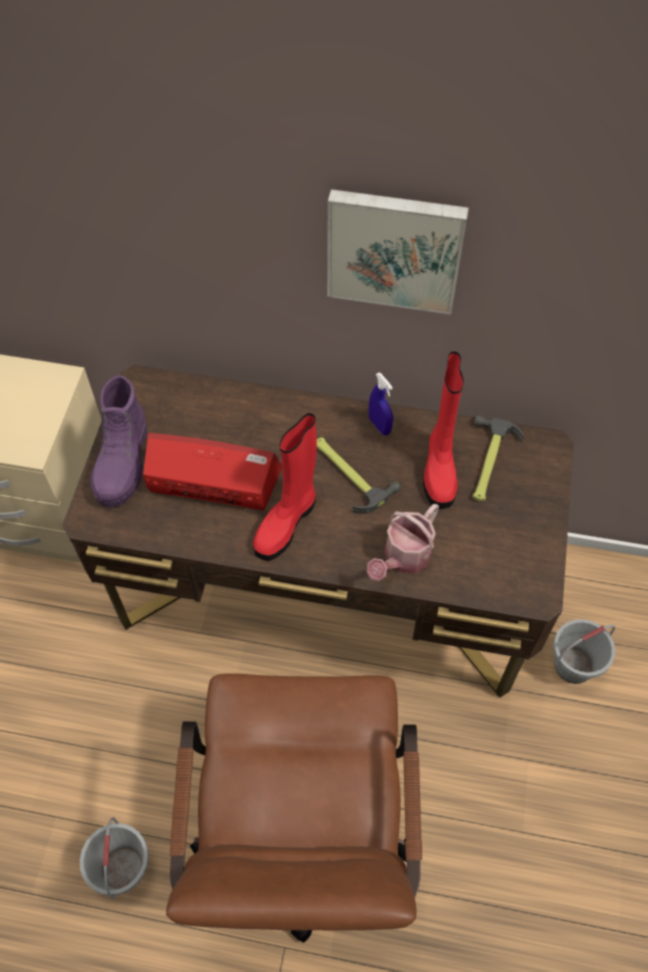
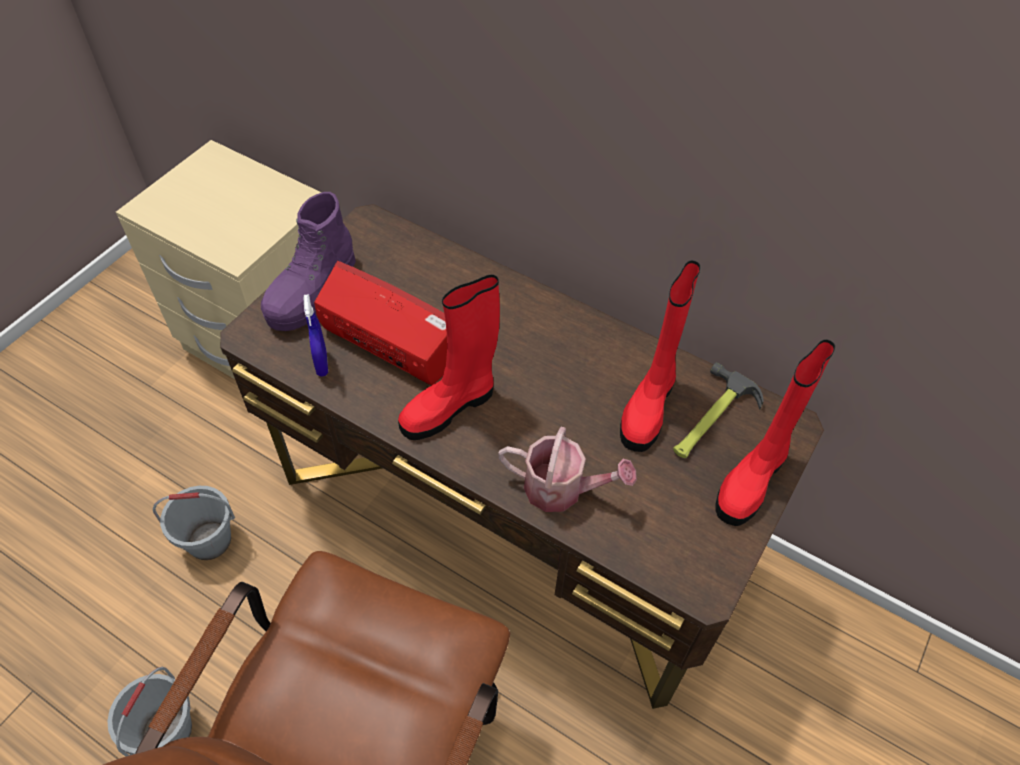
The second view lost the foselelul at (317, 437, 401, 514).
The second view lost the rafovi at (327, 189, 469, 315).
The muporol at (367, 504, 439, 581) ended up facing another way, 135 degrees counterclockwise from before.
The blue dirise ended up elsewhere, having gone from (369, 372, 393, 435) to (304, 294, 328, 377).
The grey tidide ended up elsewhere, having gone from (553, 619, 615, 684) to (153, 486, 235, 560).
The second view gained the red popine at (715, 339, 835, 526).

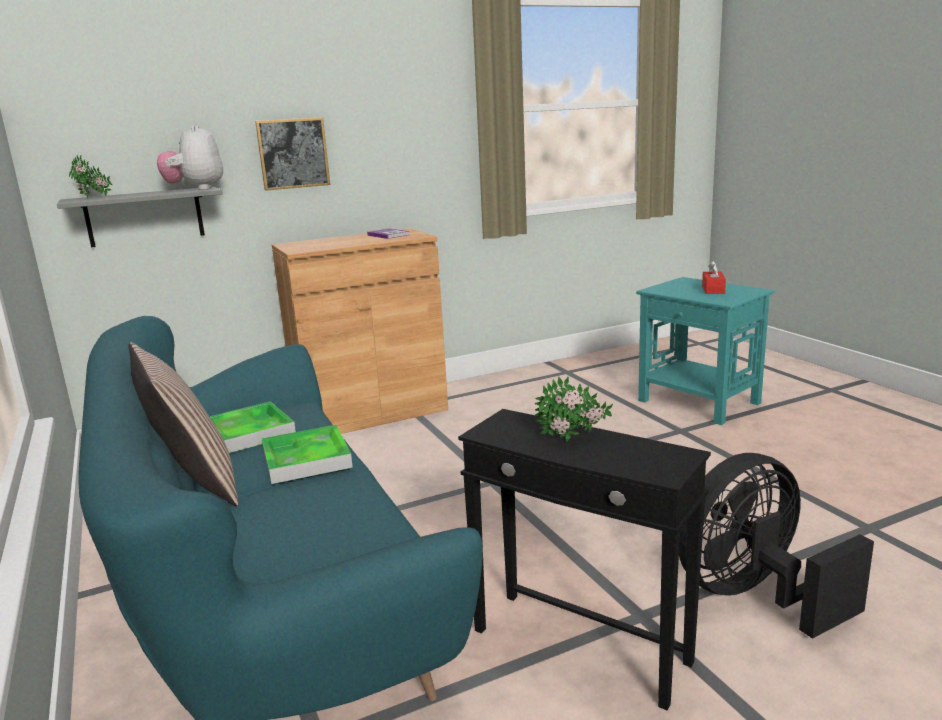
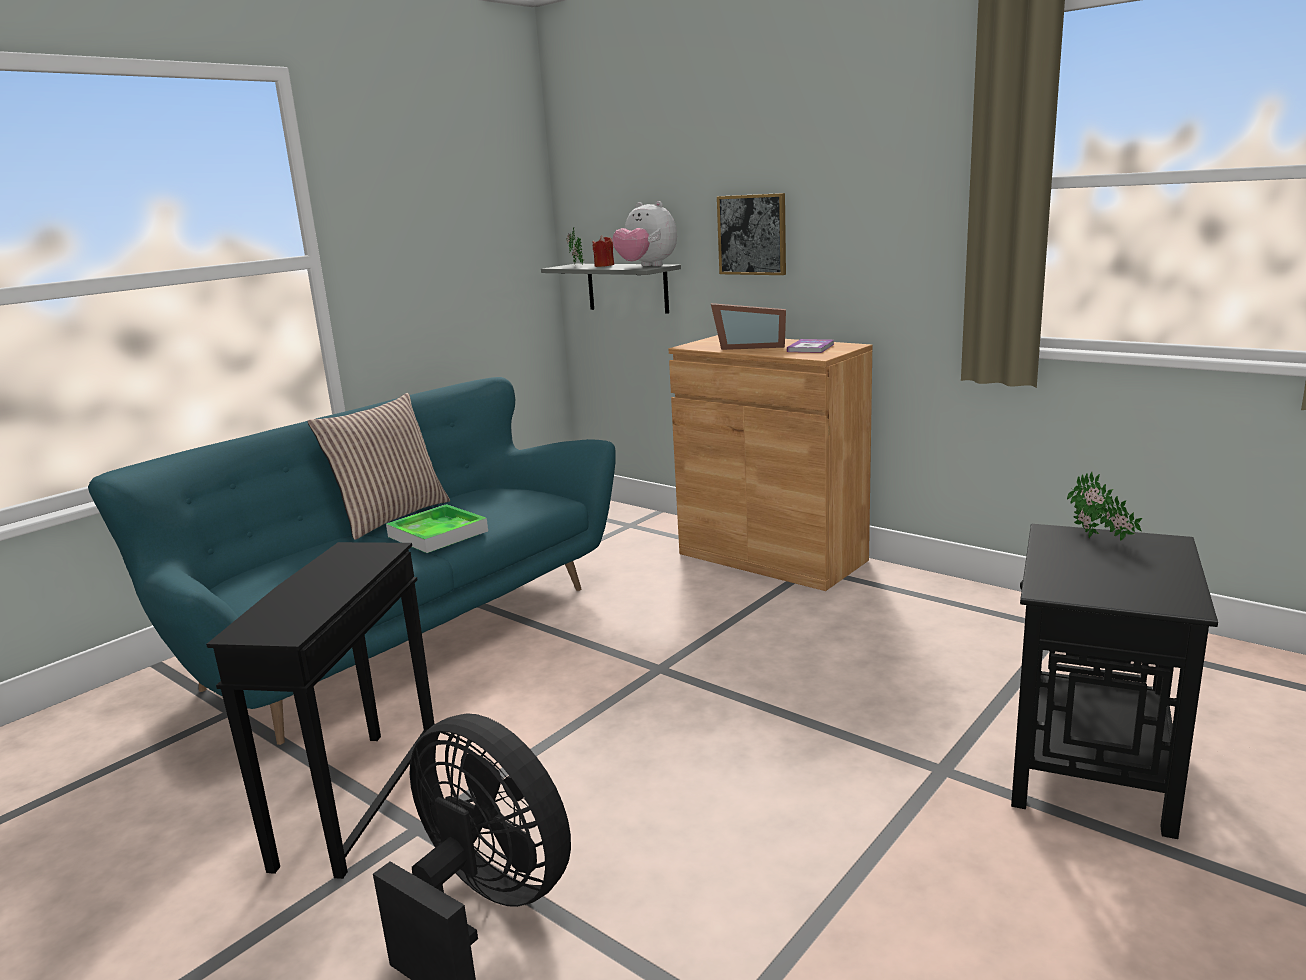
The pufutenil at (157, 125, 223, 190) ended up facing another way, 105 degrees counterclockwise from before.
The second view lost the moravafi at (210, 401, 296, 453).
The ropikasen ended up elsewhere, having gone from (535, 376, 613, 442) to (1067, 471, 1142, 540).
What was the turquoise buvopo at (636, 277, 775, 425) turned into the black buvopo at (1011, 524, 1218, 839).
The second view lost the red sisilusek at (702, 261, 726, 294).
The second view gained the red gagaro at (592, 235, 614, 267).
The second view gained the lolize at (711, 303, 786, 350).

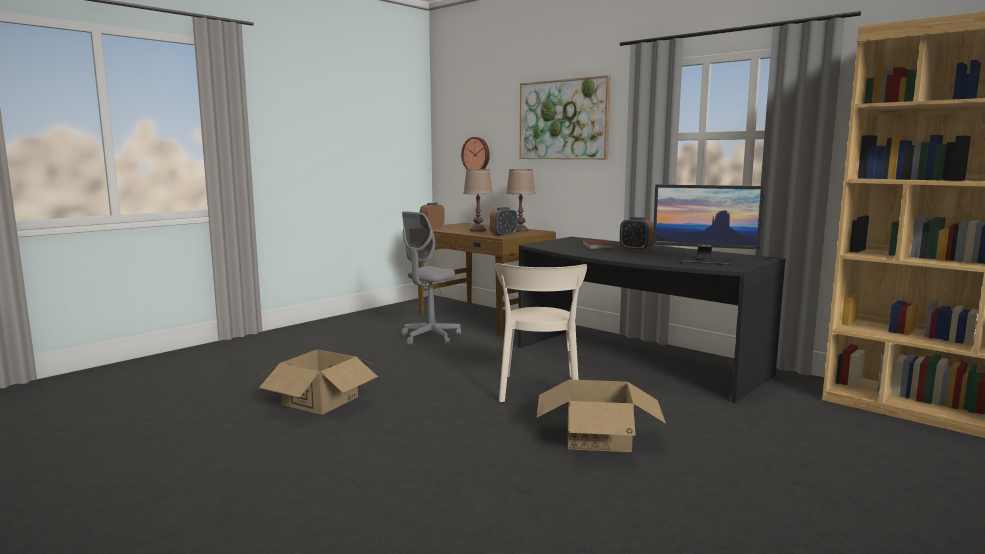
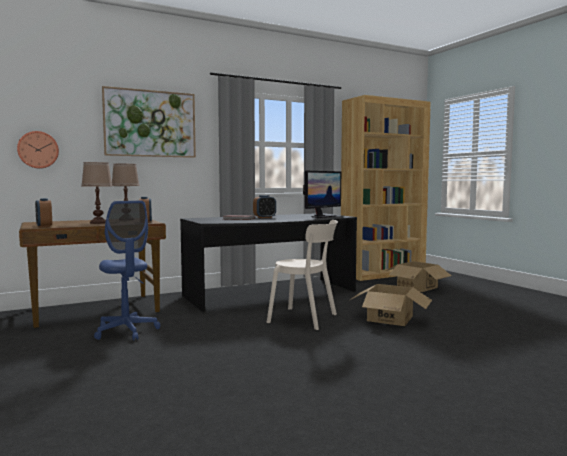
The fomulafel ended up elsewhere, having gone from (259, 350, 378, 415) to (386, 261, 452, 292).
What was the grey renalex at (401, 211, 461, 345) turned into the blue renalex at (94, 201, 160, 341).

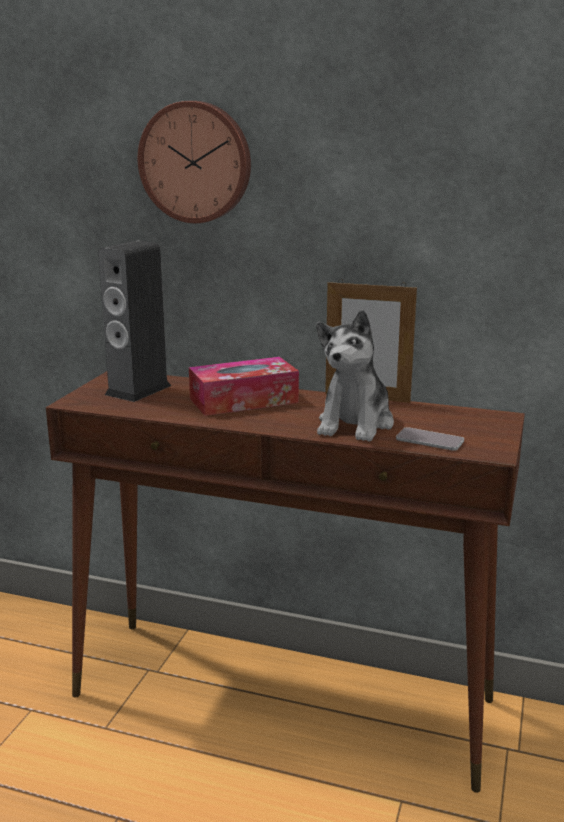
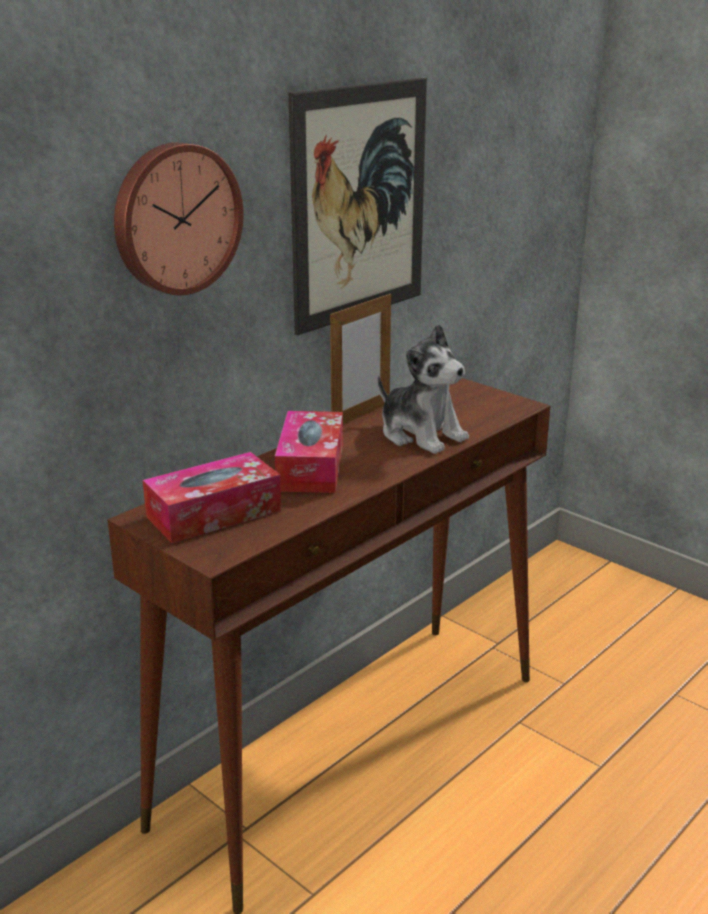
Where the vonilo stood at (98, 241, 171, 402), the sisilusek came to stand at (143, 452, 281, 543).
The second view lost the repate at (396, 427, 464, 451).
The second view gained the rafovi at (288, 78, 427, 335).

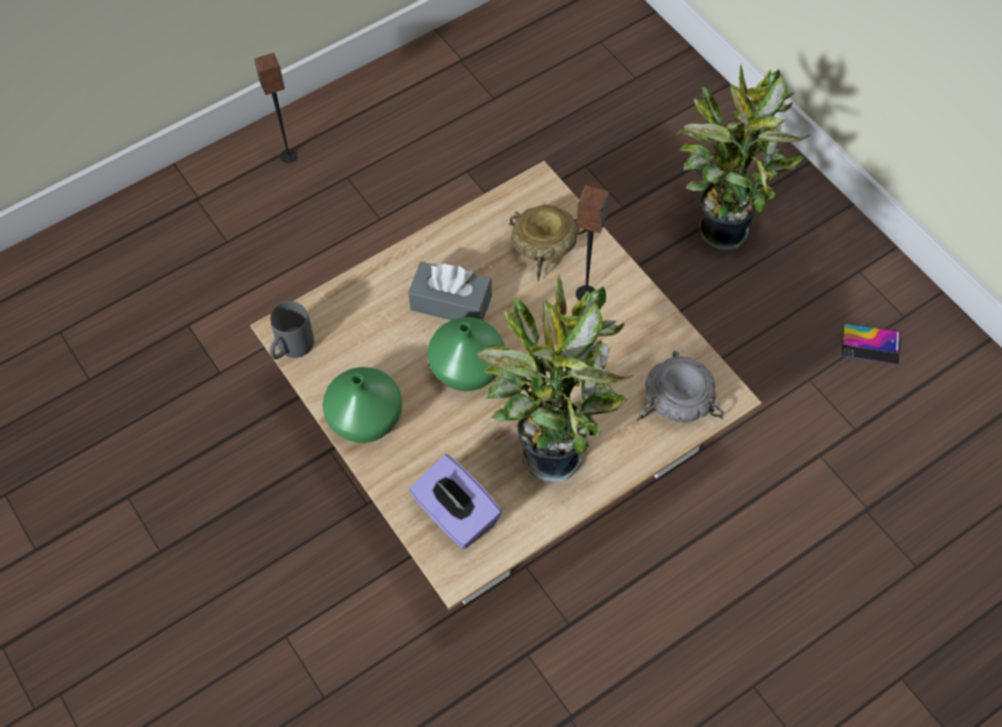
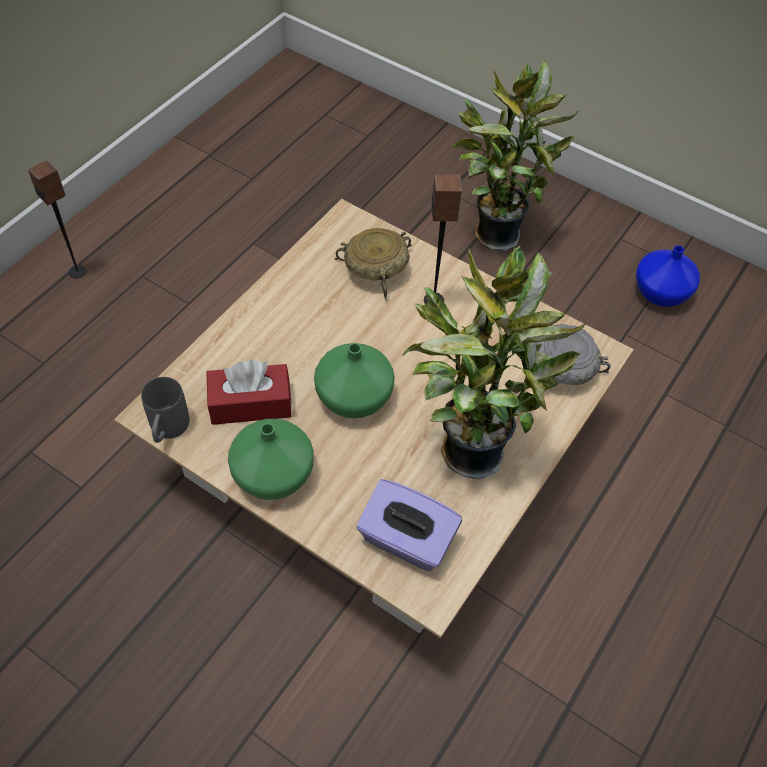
The second view lost the grey sisilusek at (408, 262, 492, 320).
Where the repate stood at (842, 323, 900, 365), the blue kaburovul came to stand at (636, 245, 700, 307).
The second view gained the red sisilusek at (206, 360, 292, 425).

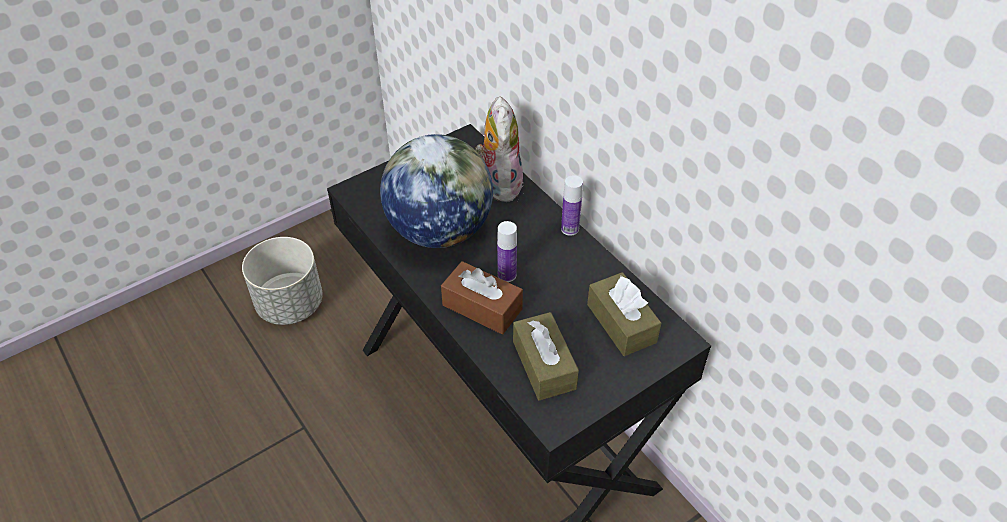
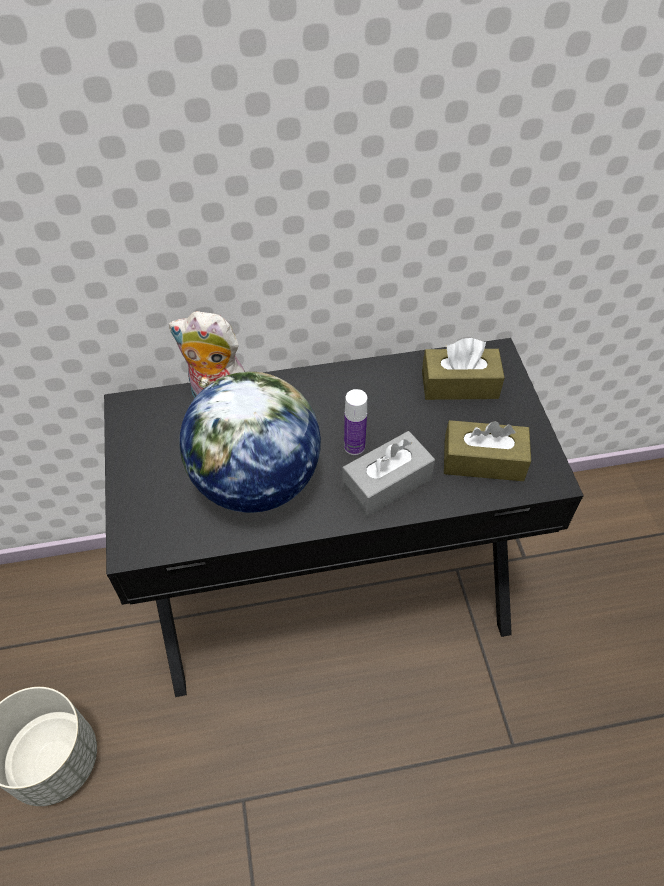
What was the brown sisilusek at (441, 261, 523, 334) turned into the grey sisilusek at (342, 431, 435, 517).
The second view lost the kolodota at (561, 175, 583, 236).

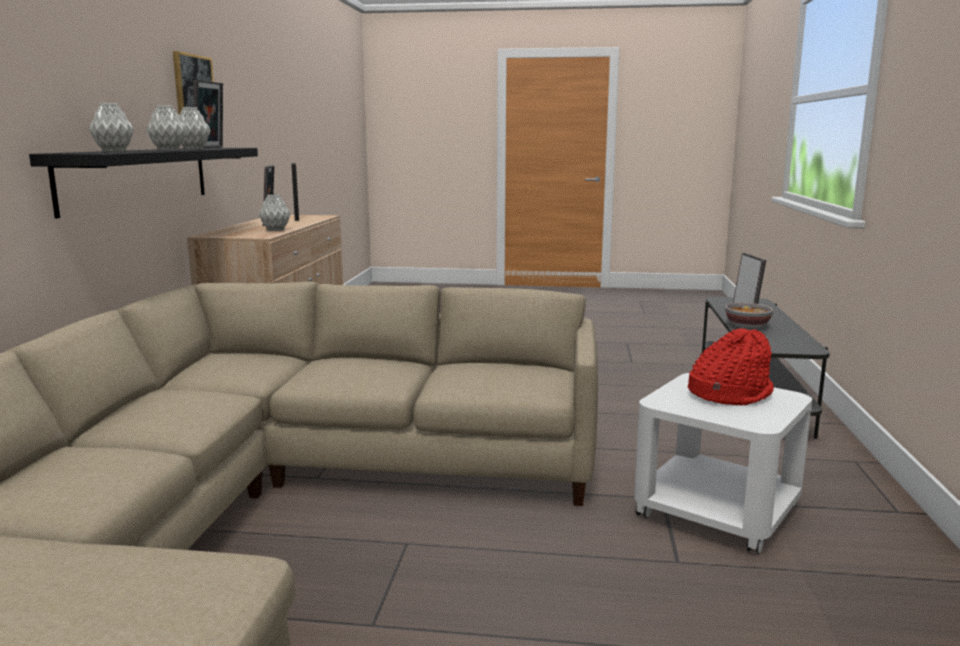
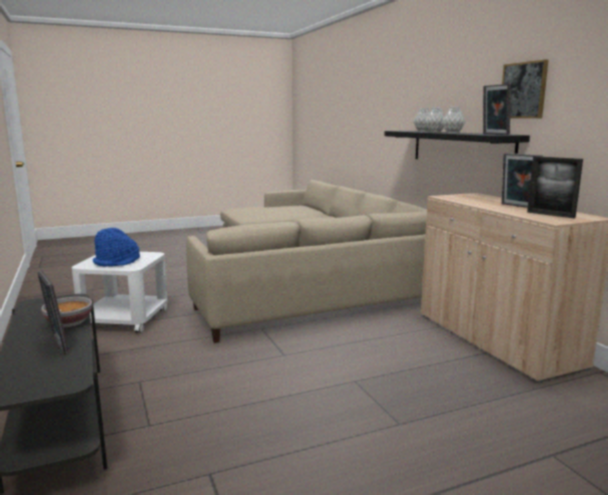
The second view lost the grey kaburovul at (259, 194, 291, 231).
What was the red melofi at (688, 329, 774, 406) turned into the blue melofi at (93, 228, 140, 267).

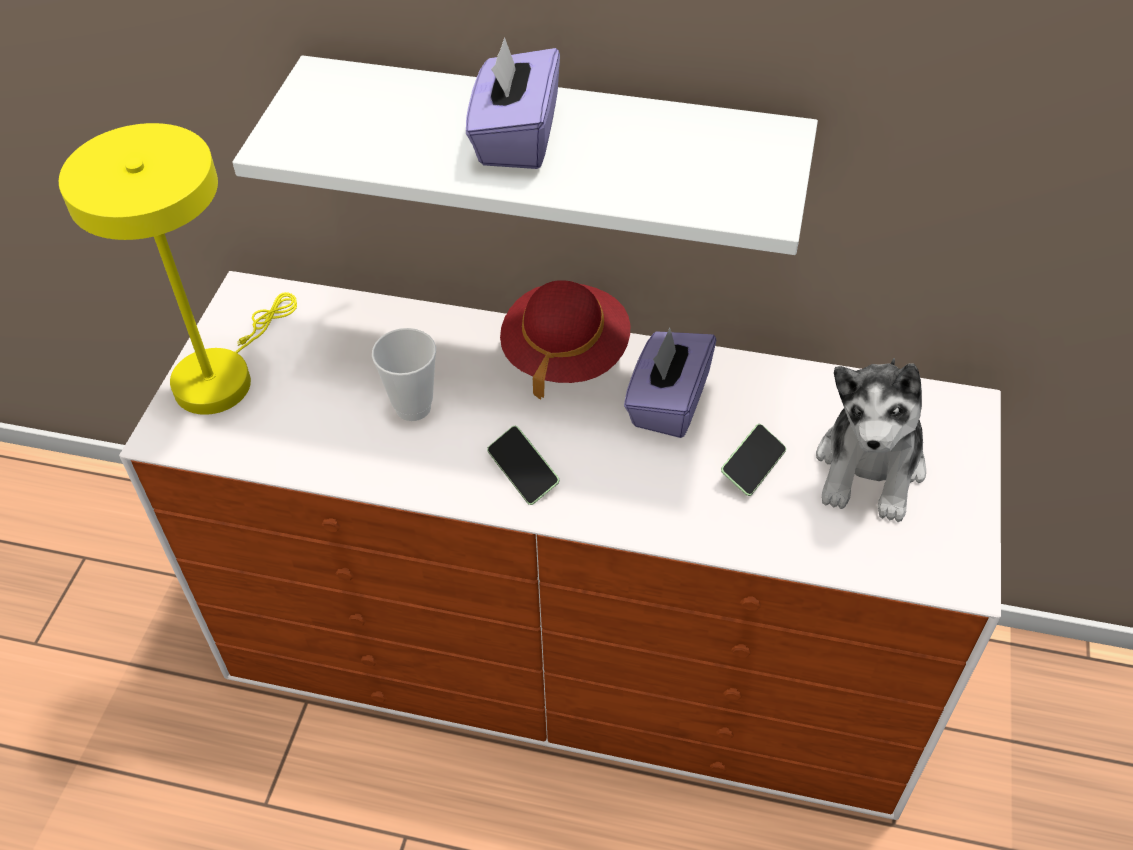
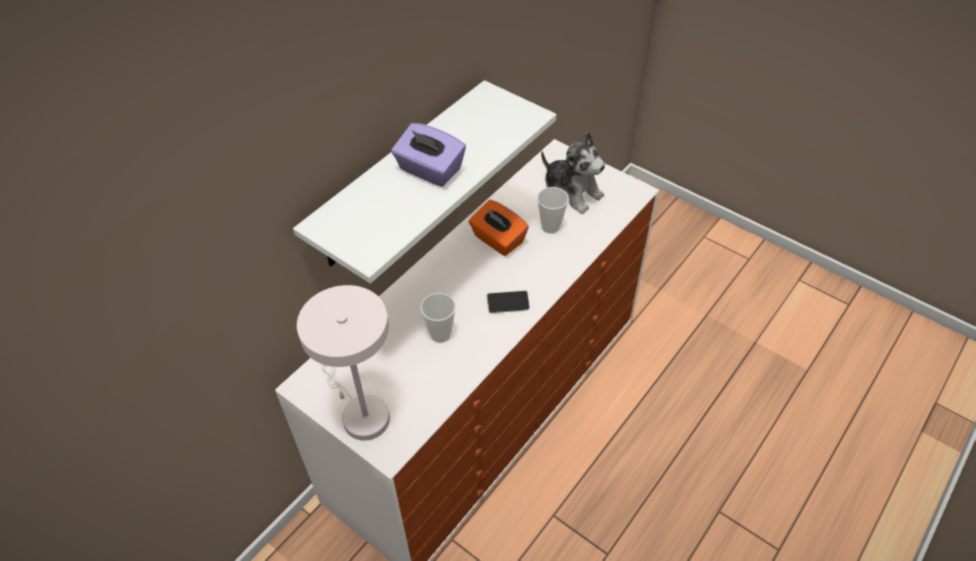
What was the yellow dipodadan at (59, 123, 297, 415) turned into the white dipodadan at (297, 285, 390, 440).
The second view lost the red melofi at (500, 280, 630, 400).
What was the purple sisilusek at (624, 328, 716, 438) turned into the orange sisilusek at (469, 200, 529, 256).
Where the repate stood at (721, 424, 786, 496), the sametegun came to stand at (537, 187, 569, 234).

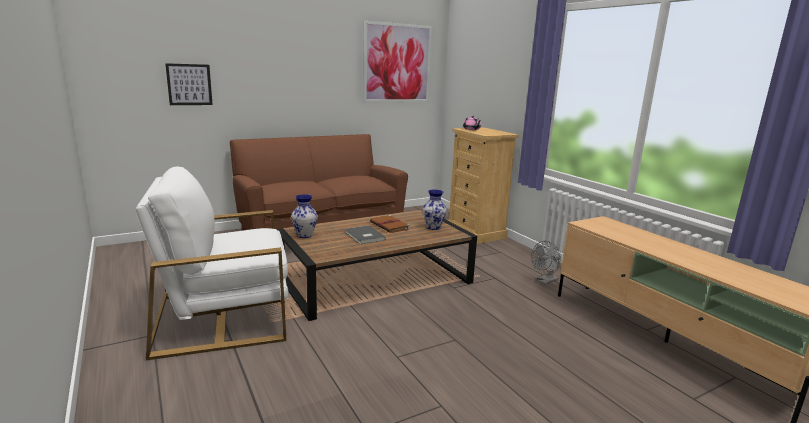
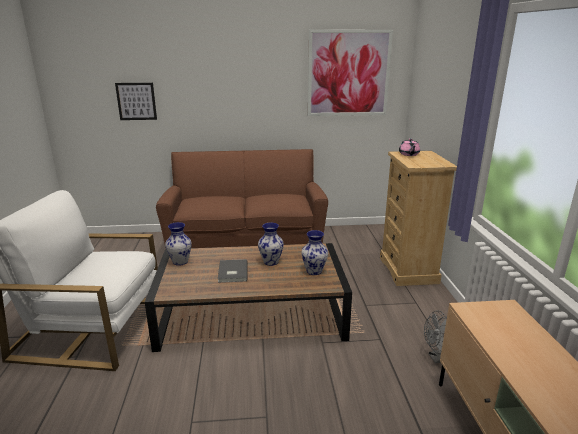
Where the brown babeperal stood at (370, 215, 410, 233), the kaburovul came to stand at (258, 223, 284, 266).

